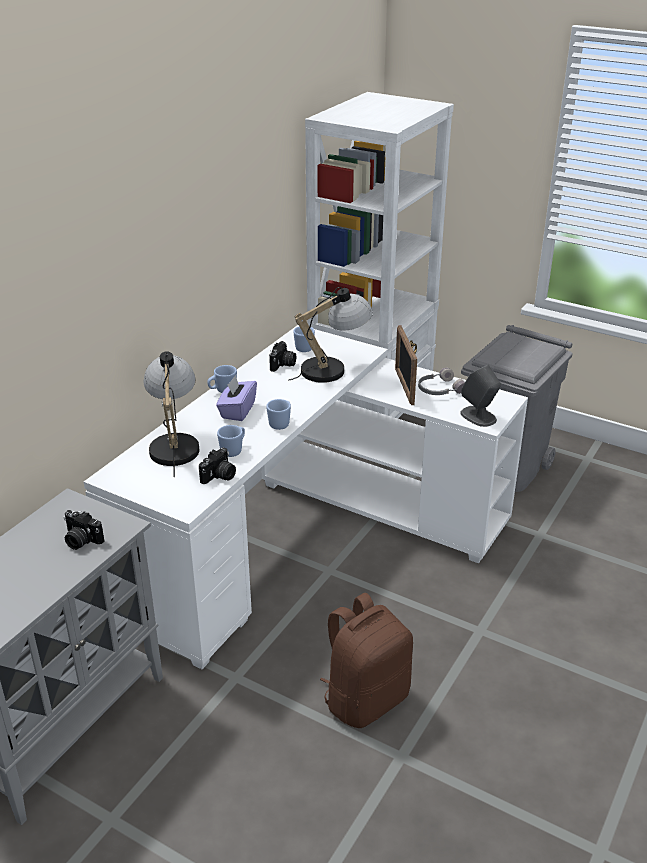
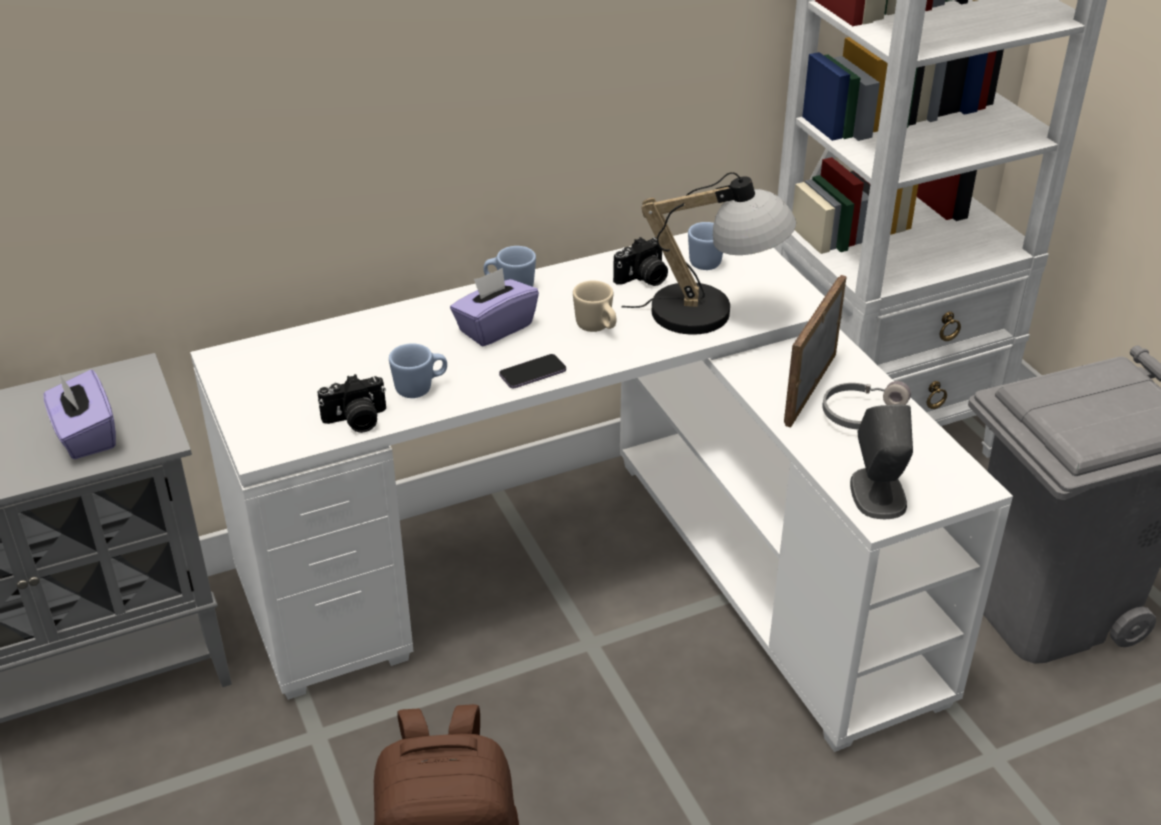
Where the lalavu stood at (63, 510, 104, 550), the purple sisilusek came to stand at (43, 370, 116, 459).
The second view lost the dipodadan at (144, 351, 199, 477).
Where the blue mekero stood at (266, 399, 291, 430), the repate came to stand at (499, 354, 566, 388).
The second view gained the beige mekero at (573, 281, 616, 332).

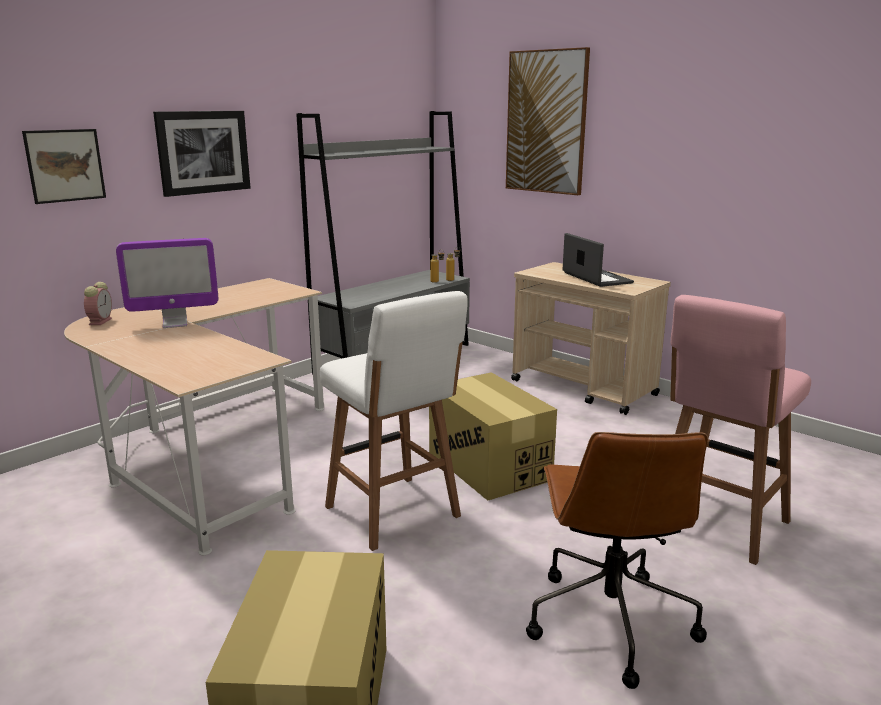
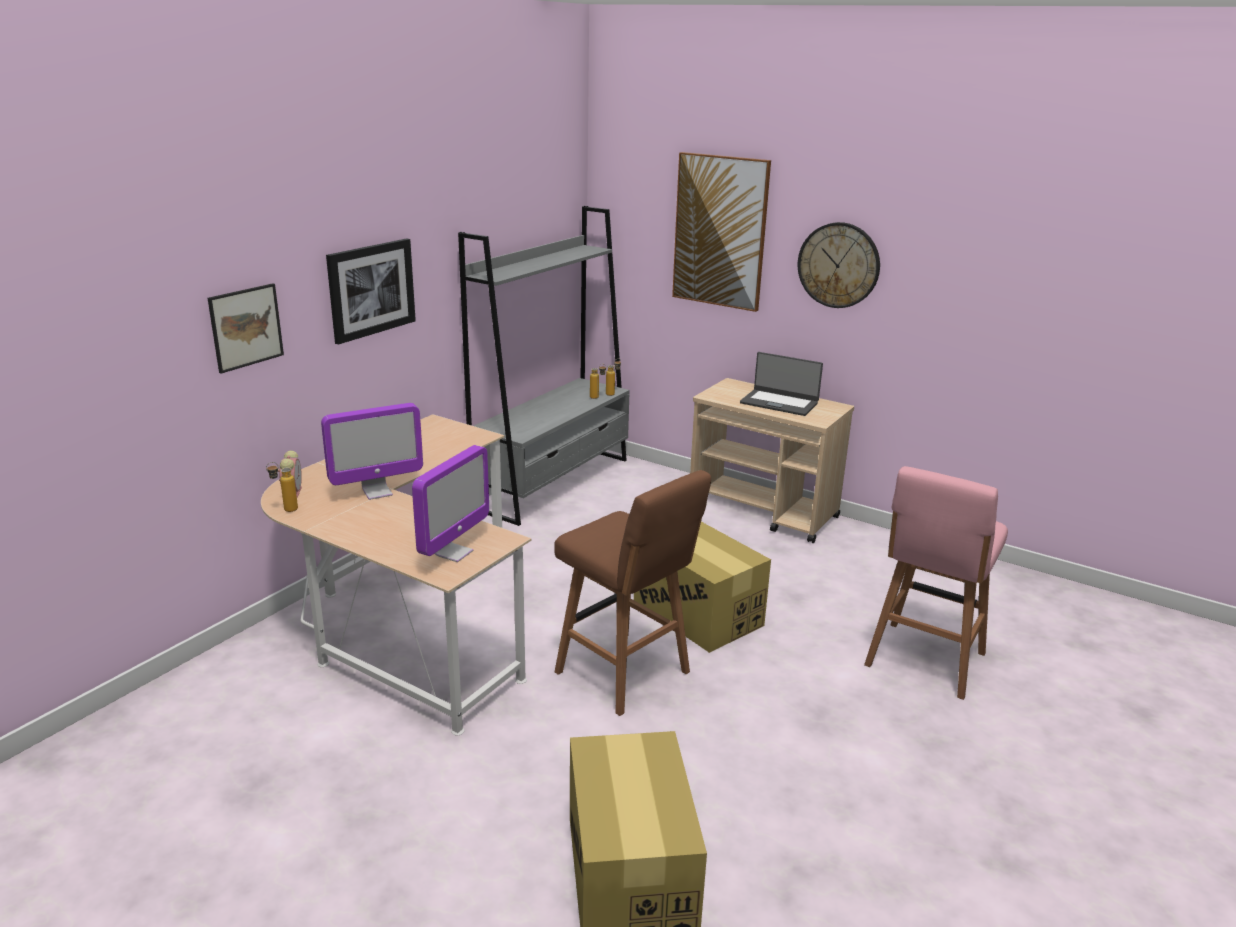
What was the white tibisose at (320, 291, 468, 551) turned into the brown tibisose at (554, 470, 711, 716).
The second view lost the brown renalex at (526, 432, 708, 689).
The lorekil at (562, 233, 634, 287) ended up facing another way, 150 degrees clockwise from before.
The second view gained the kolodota at (266, 462, 298, 512).
The second view gained the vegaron at (412, 445, 489, 562).
The second view gained the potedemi at (798, 222, 880, 308).

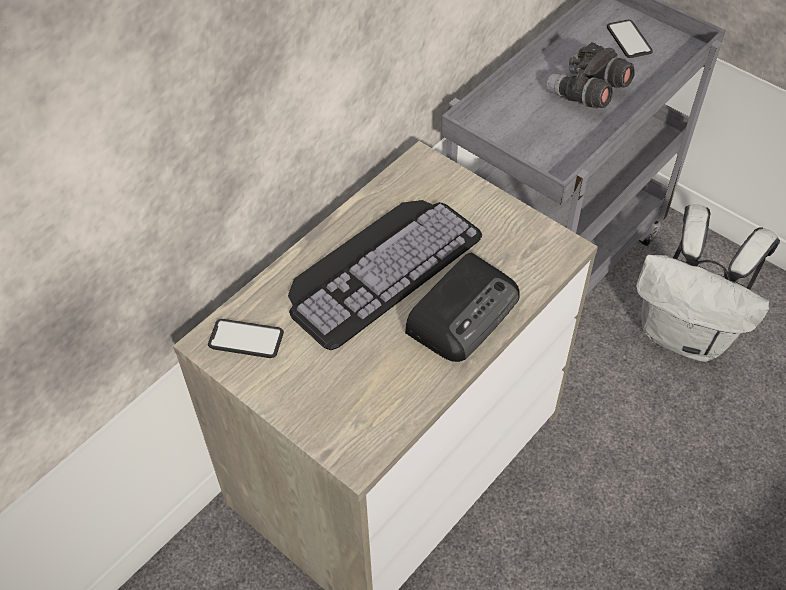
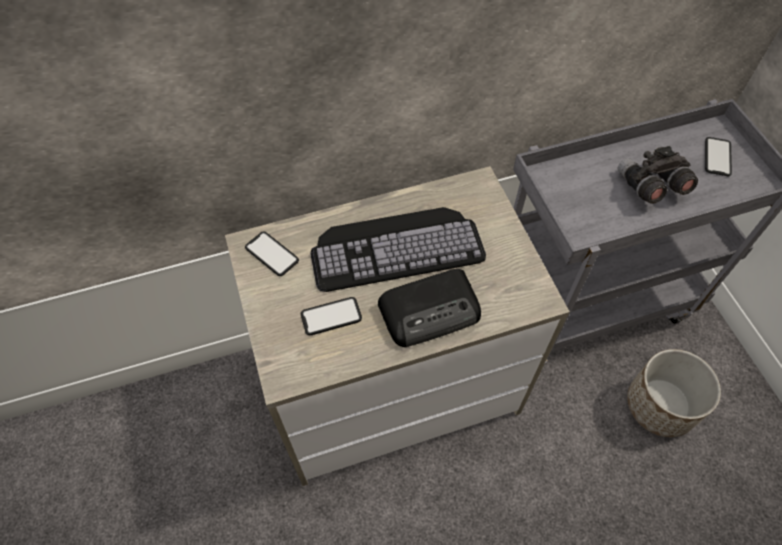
Where the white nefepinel stood at (636, 204, 780, 362), the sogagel came to stand at (627, 349, 721, 437).
The second view gained the repate at (301, 297, 362, 335).

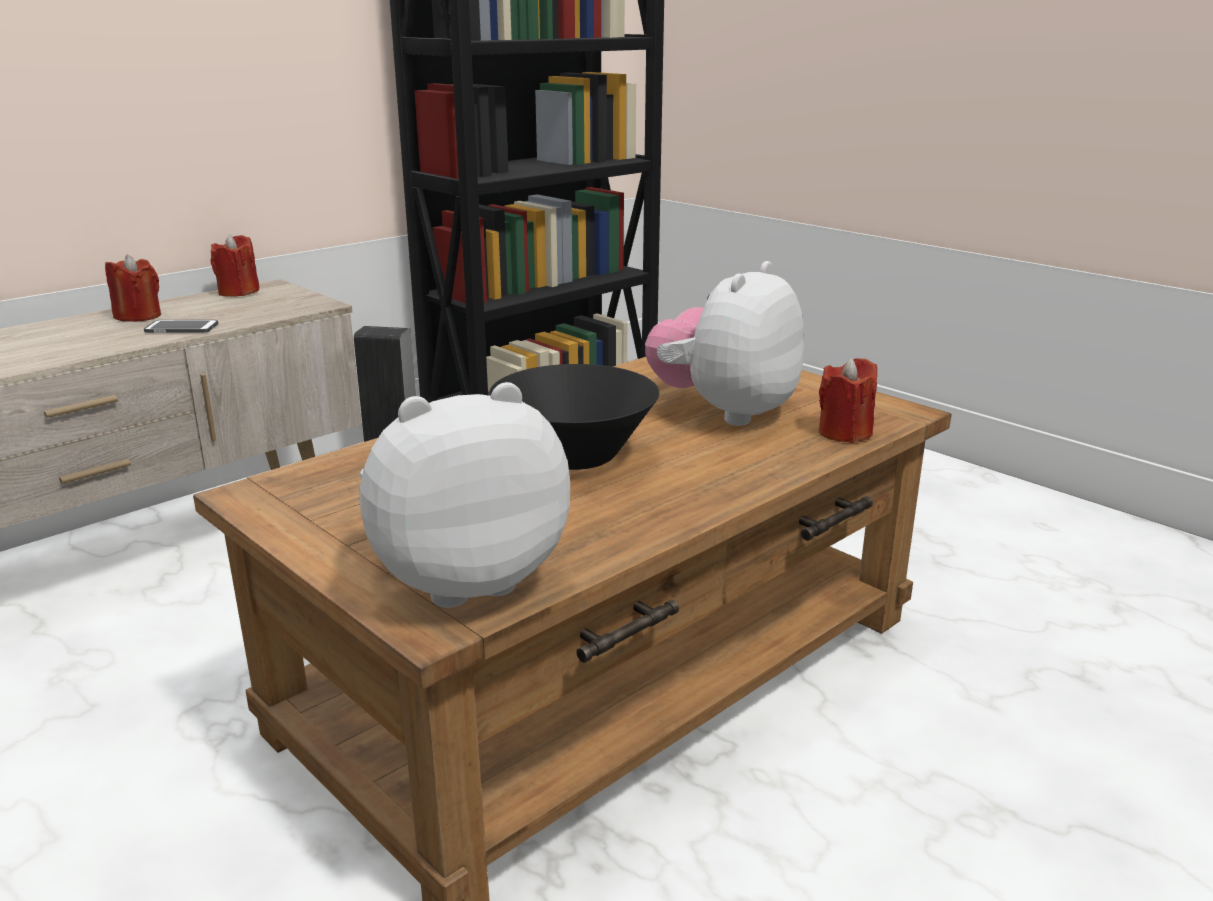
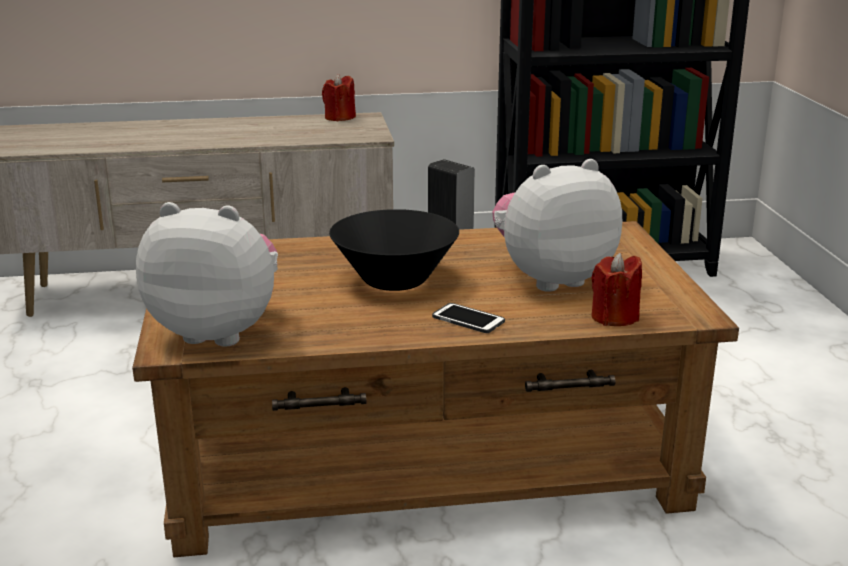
The second view lost the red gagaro at (105, 254, 161, 322).
The repate ended up elsewhere, having gone from (144, 320, 218, 333) to (432, 303, 505, 333).

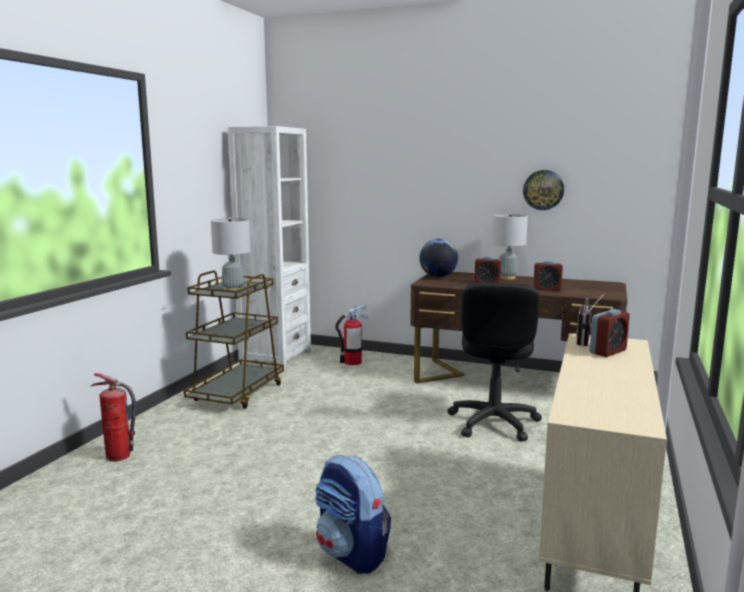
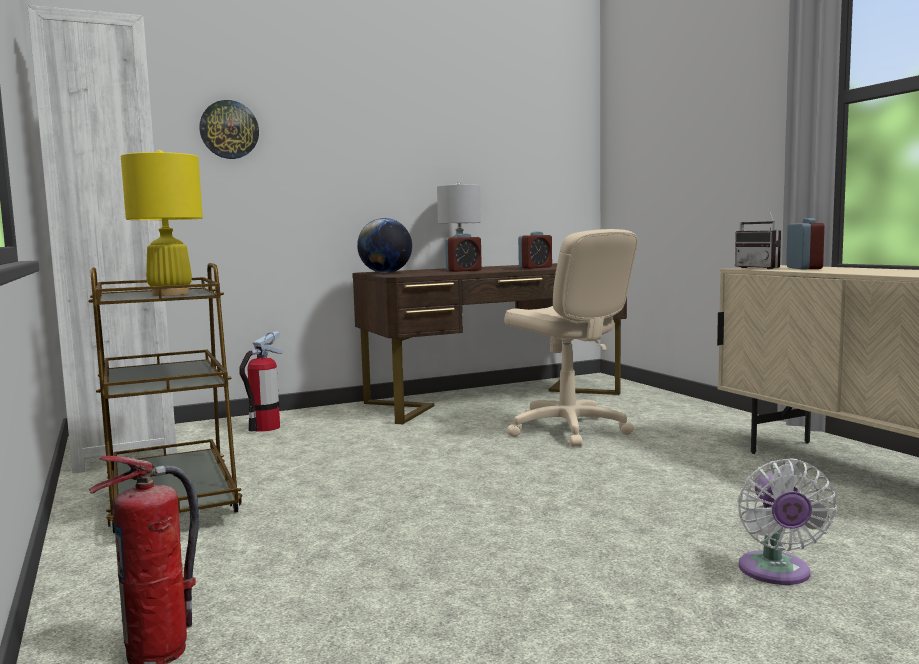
What was the grey dipodadan at (211, 217, 250, 291) turned into the yellow dipodadan at (121, 150, 203, 296).
Where the nefepinel stood at (315, 455, 391, 574), the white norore came to stand at (738, 458, 837, 585).
What was the black renalex at (447, 282, 542, 442) turned into the beige renalex at (504, 229, 638, 447).
The potedemi ended up elsewhere, having gone from (523, 170, 564, 210) to (199, 100, 259, 159).

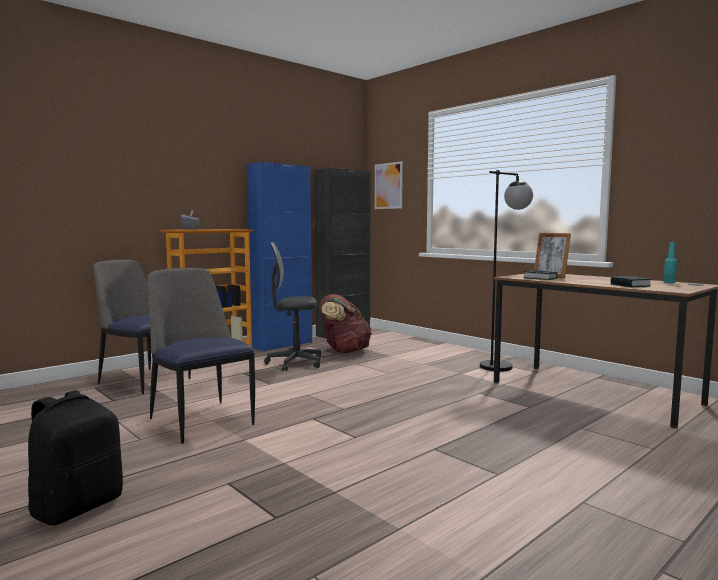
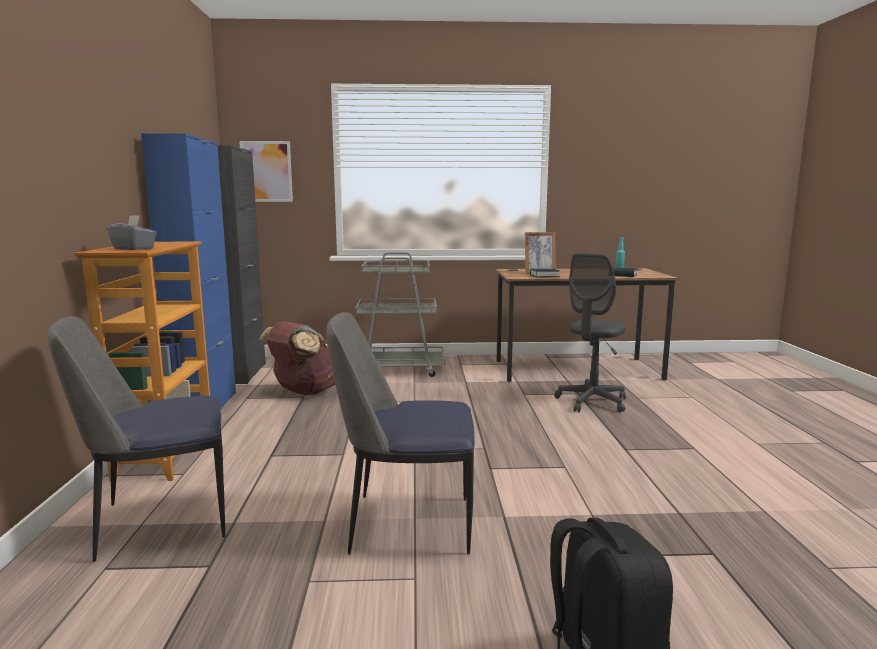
The grey renalex ended up elsewhere, having gone from (264, 242, 321, 371) to (554, 253, 626, 413).
The second view lost the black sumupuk at (480, 170, 533, 372).
The second view gained the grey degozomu at (356, 252, 445, 377).

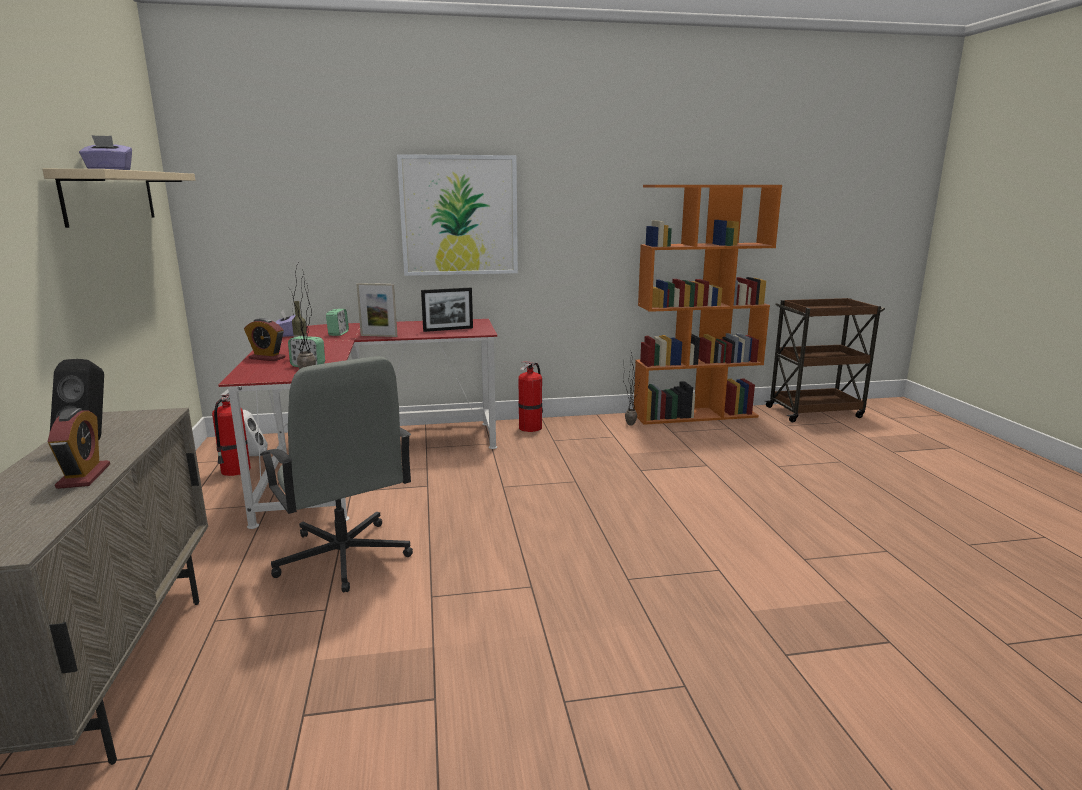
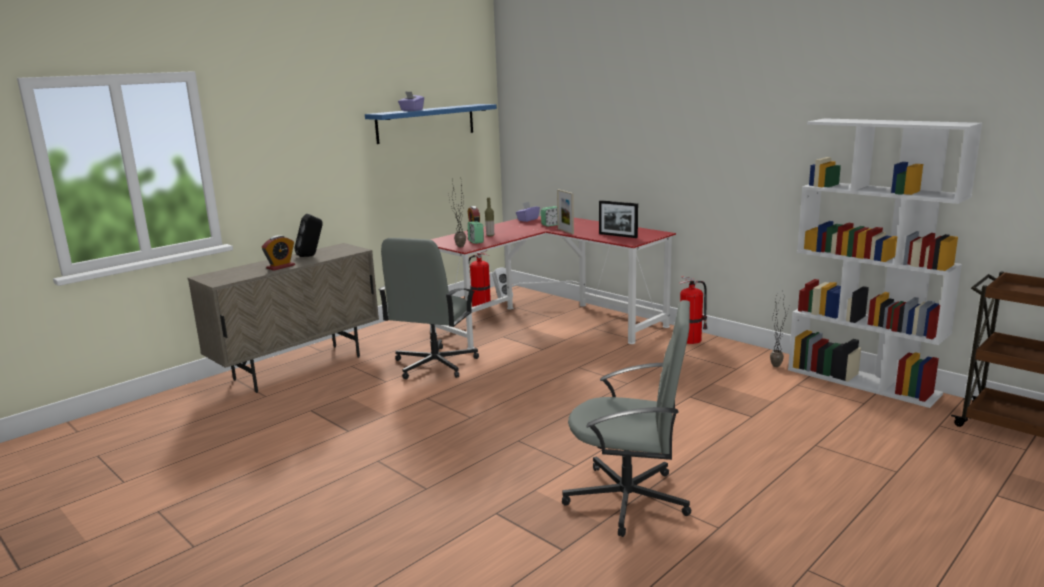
What was the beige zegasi at (42, 169, 195, 228) turned into the blue zegasi at (365, 104, 497, 144).
The second view lost the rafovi at (397, 154, 518, 276).
What was the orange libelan at (634, 185, 782, 425) turned into the white libelan at (788, 118, 982, 408).
The second view gained the grey renalex at (562, 300, 691, 537).

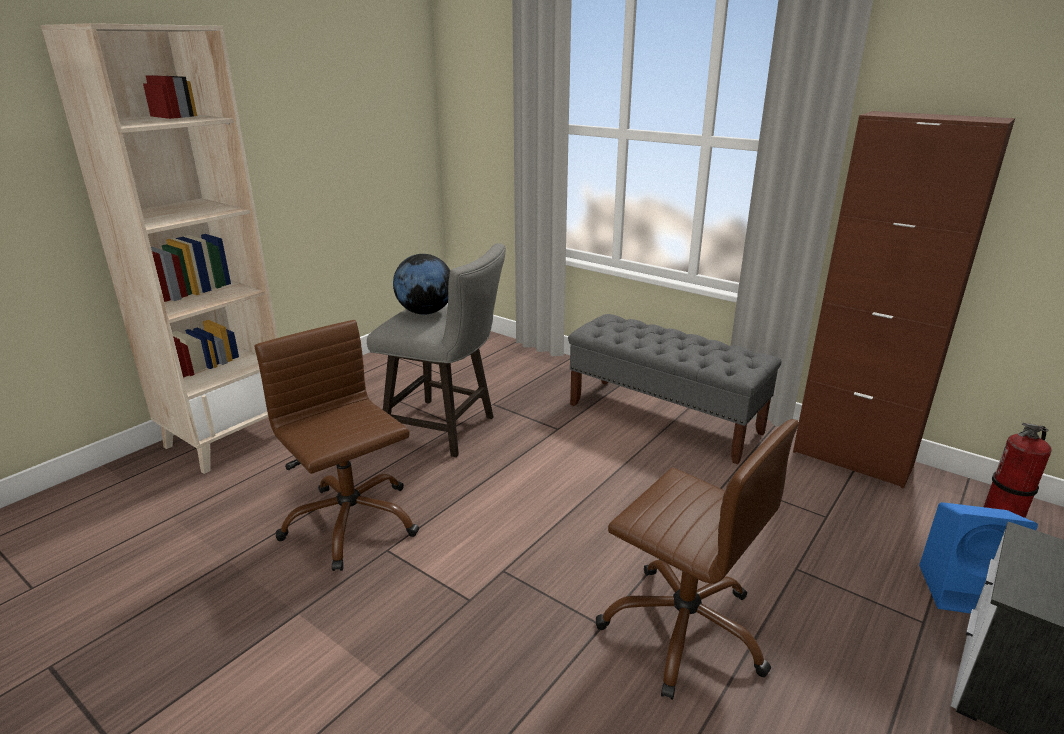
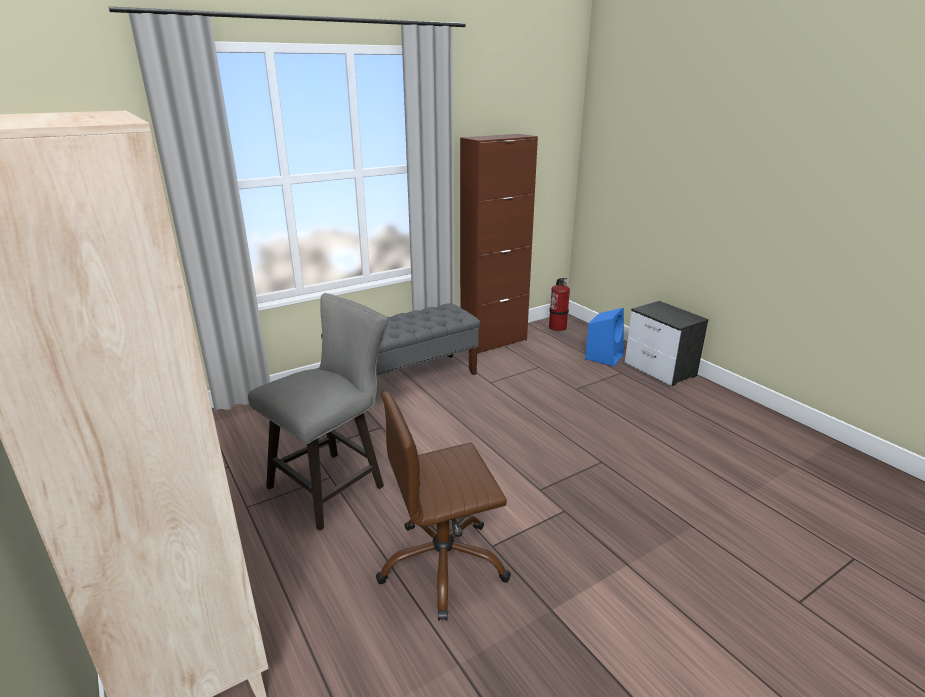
The second view lost the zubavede at (393, 254, 450, 315).
The second view lost the brown renalex at (596, 419, 799, 700).

